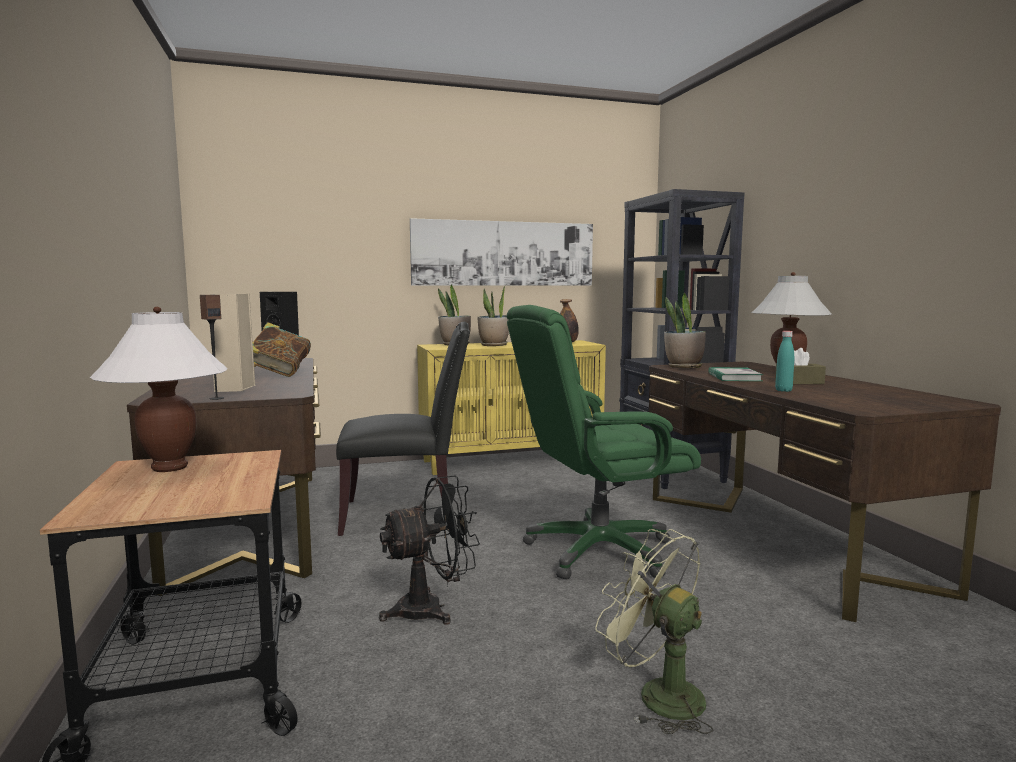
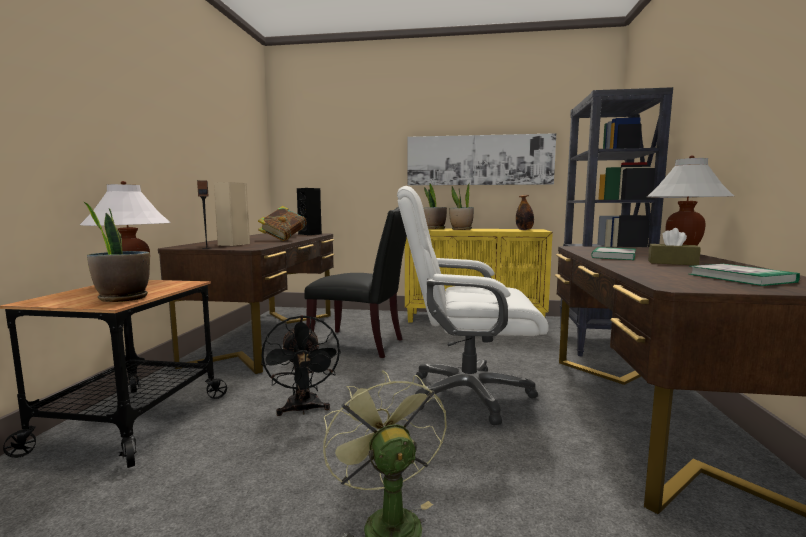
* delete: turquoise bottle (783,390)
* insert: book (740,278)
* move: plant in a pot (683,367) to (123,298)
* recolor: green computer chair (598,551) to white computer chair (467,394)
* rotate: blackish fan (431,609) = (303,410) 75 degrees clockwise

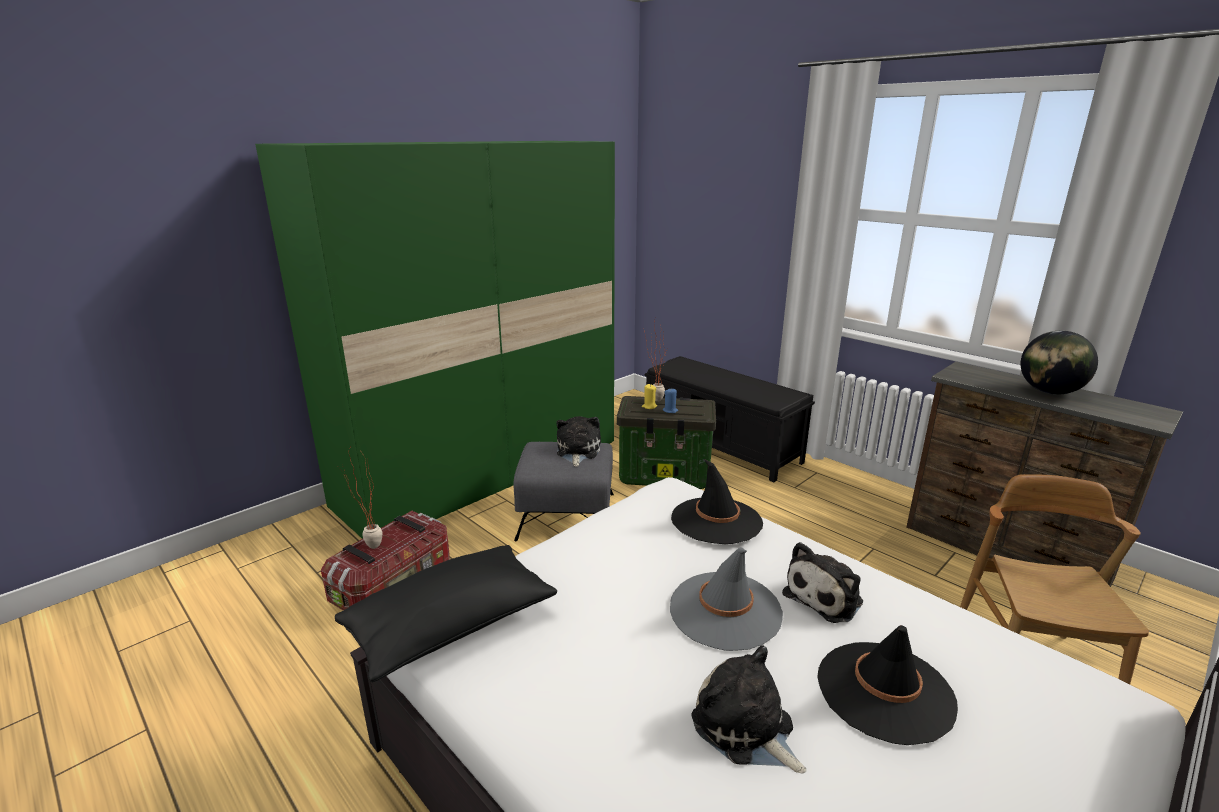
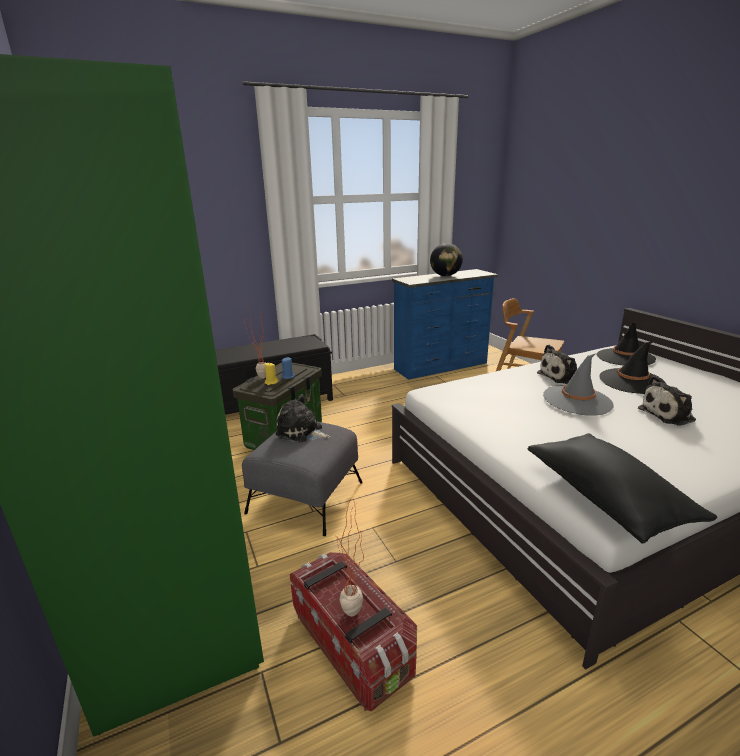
* move: blackish clothing hat (716,520) to (625,358)
* recolor: brown-coloured drawer chest (1004,552) to blue-coloured drawer chest (442,366)
* rotate: soft toy (826,597) = (561,376) 90 degrees clockwise

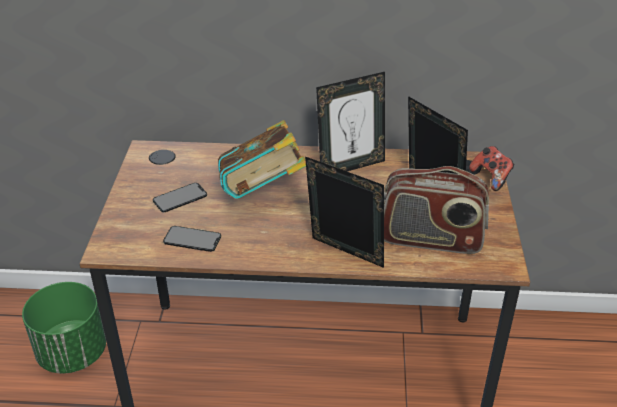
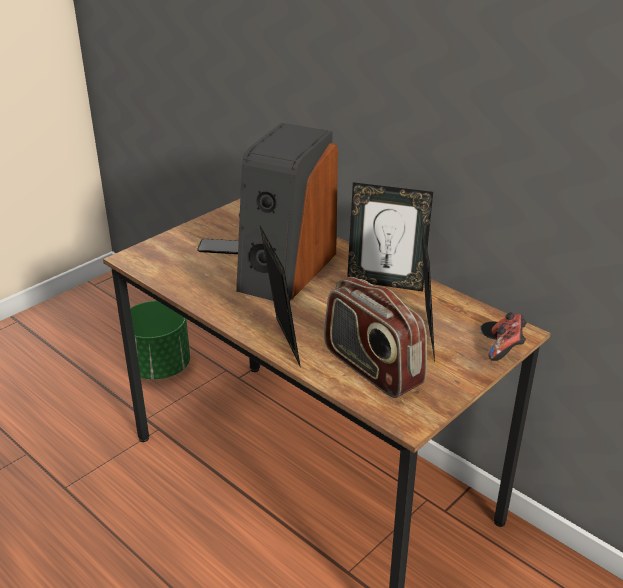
* delete: telephone (192,239)
* replace: book (263,193) to speaker (286,270)

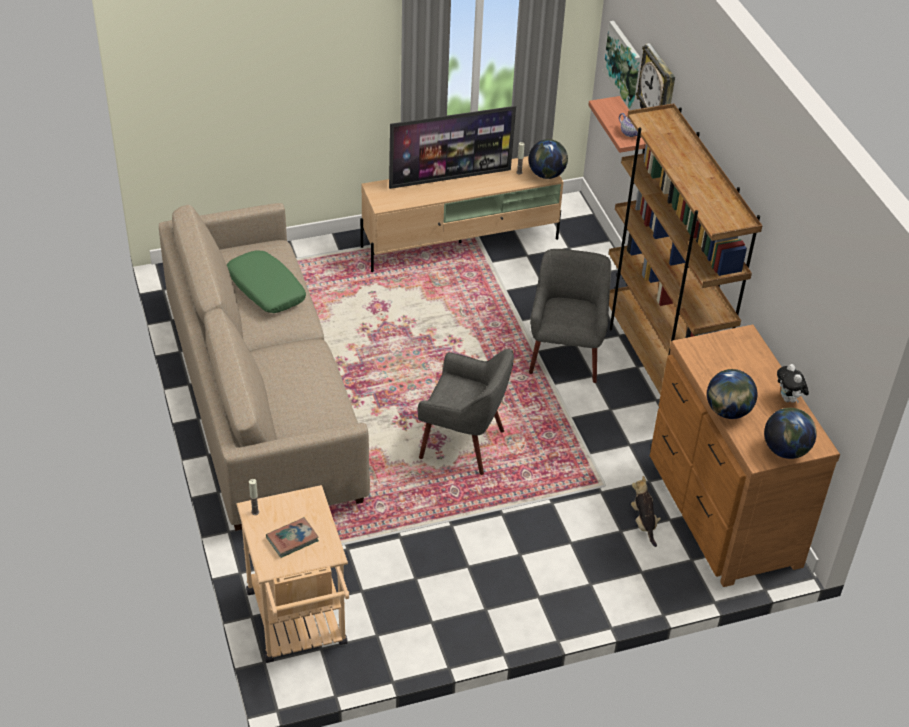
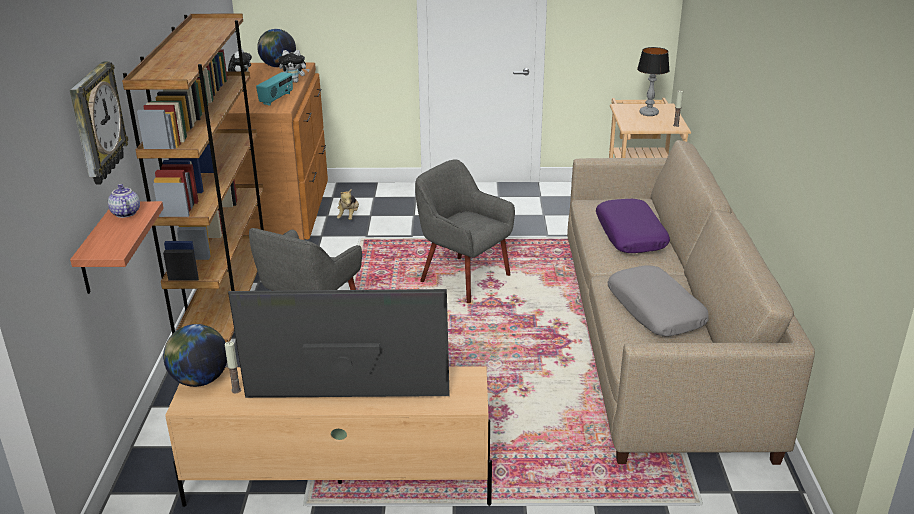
* delete: wall picture (624,64)
* insert: radio set (277,99)
* insert: purple throw pillow (631,235)
* replace: book (292,539) to table lamp (648,113)
* replace: world globe (727,411) to soft toy (295,81)
* recolor: green throw pillow (265,289) to greyish throw pillow (656,310)

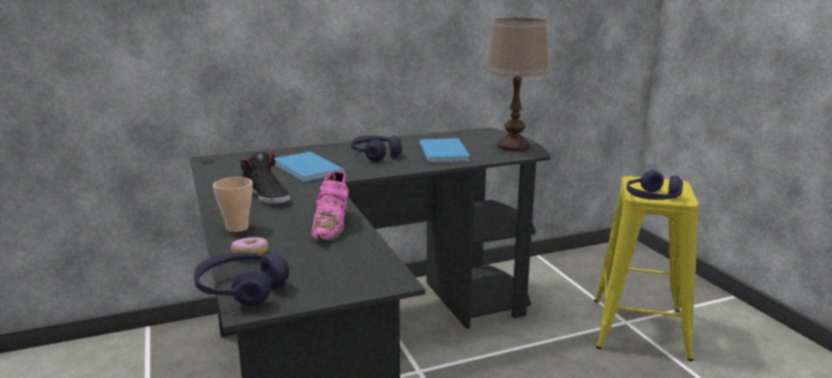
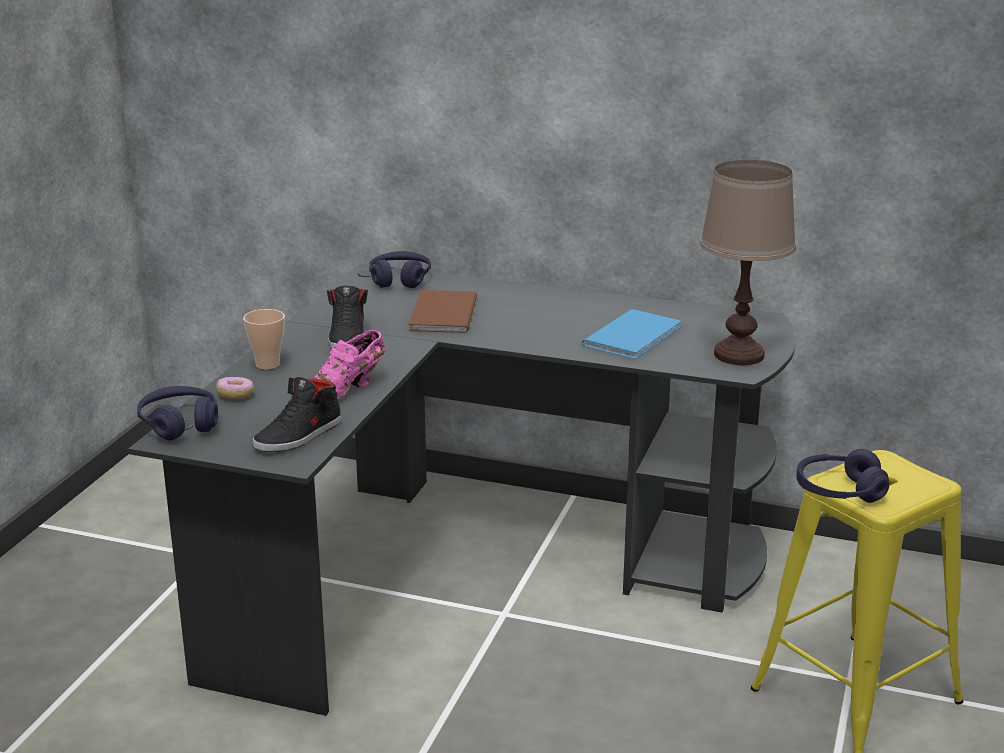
* insert: blackish low shoe (299,436)
* move: purple headphones (376,155) to (400,279)
* recolor: blue-coloured book (307,169) to brown-coloured book (440,314)

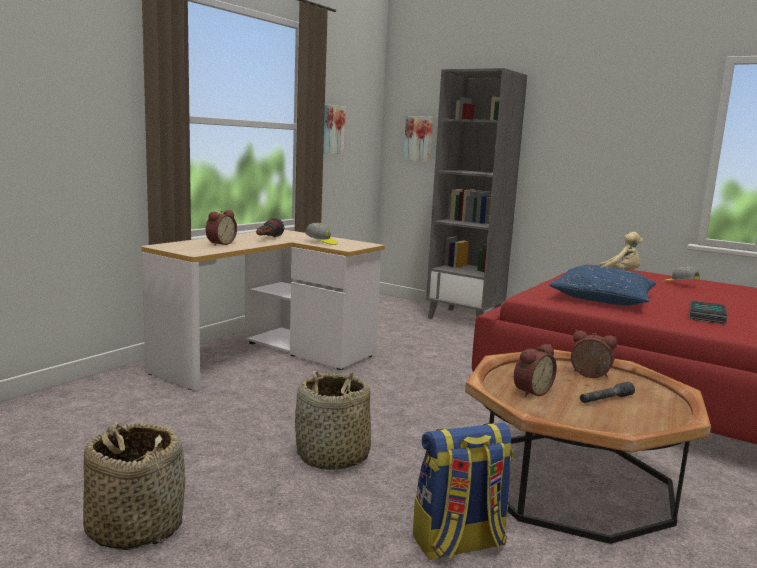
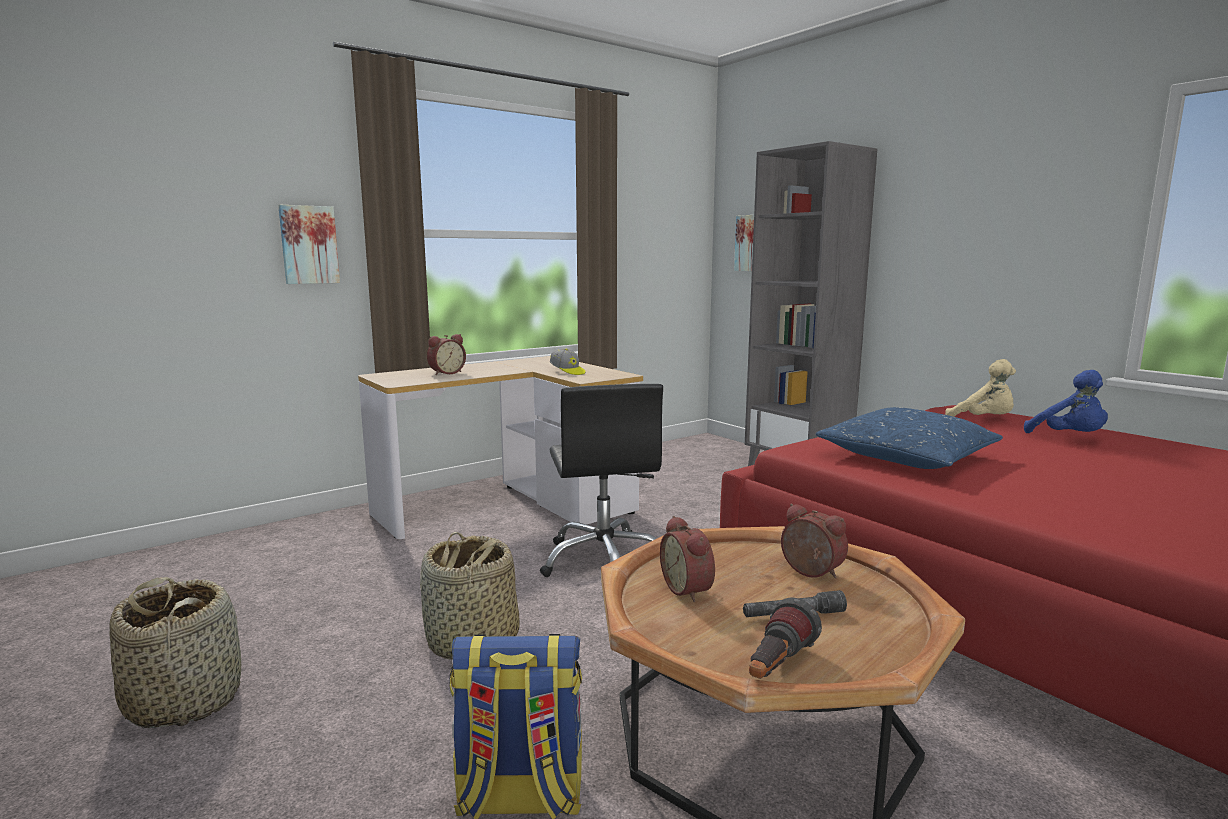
* delete: book (705,316)
* insert: blackish computer chair (604,560)
* move: hand torch (267,239) to (777,668)
* move: wall picture (331,129) to (309,245)
* replace: cap (679,283) to blue-coloured soft toy (1070,438)
* rotate: table clock (530,391) = (689,589) 90 degrees clockwise

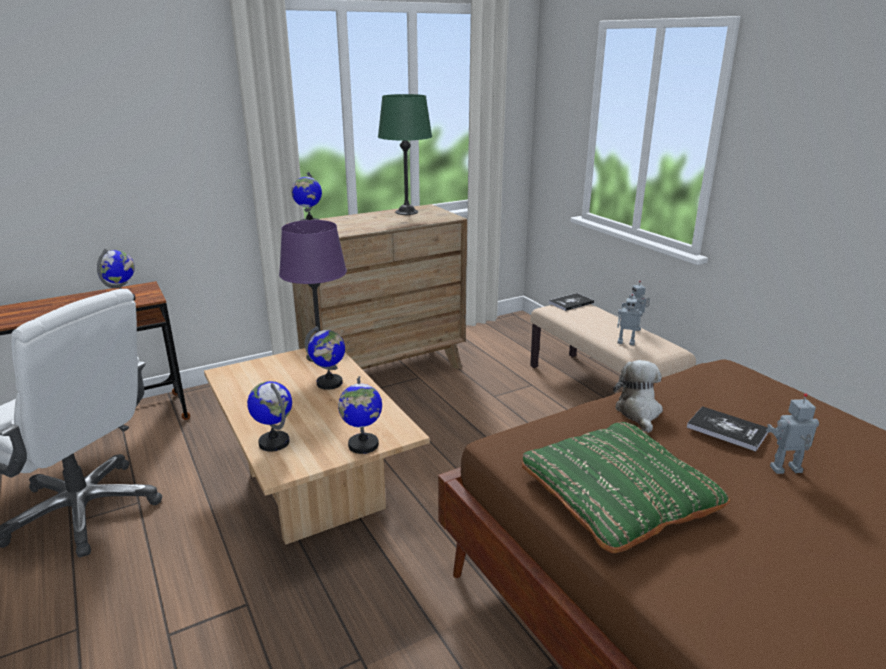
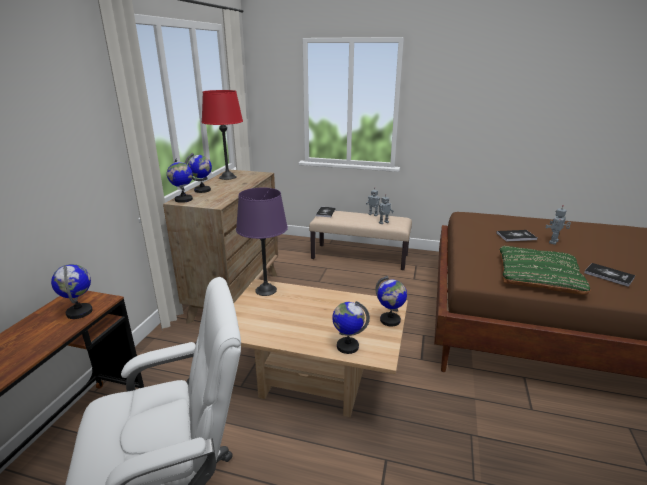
* delete: soft toy (639,412)
* insert: book (609,275)
* move: world globe (329,383) to (202,190)
* recolor: green table lamp (406,212) to reddish table lamp (228,177)

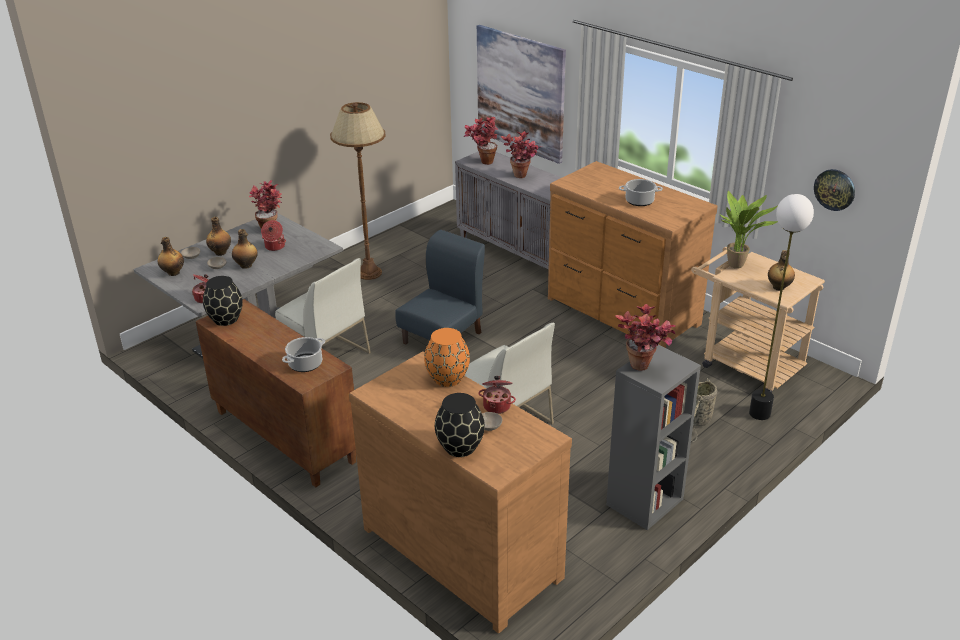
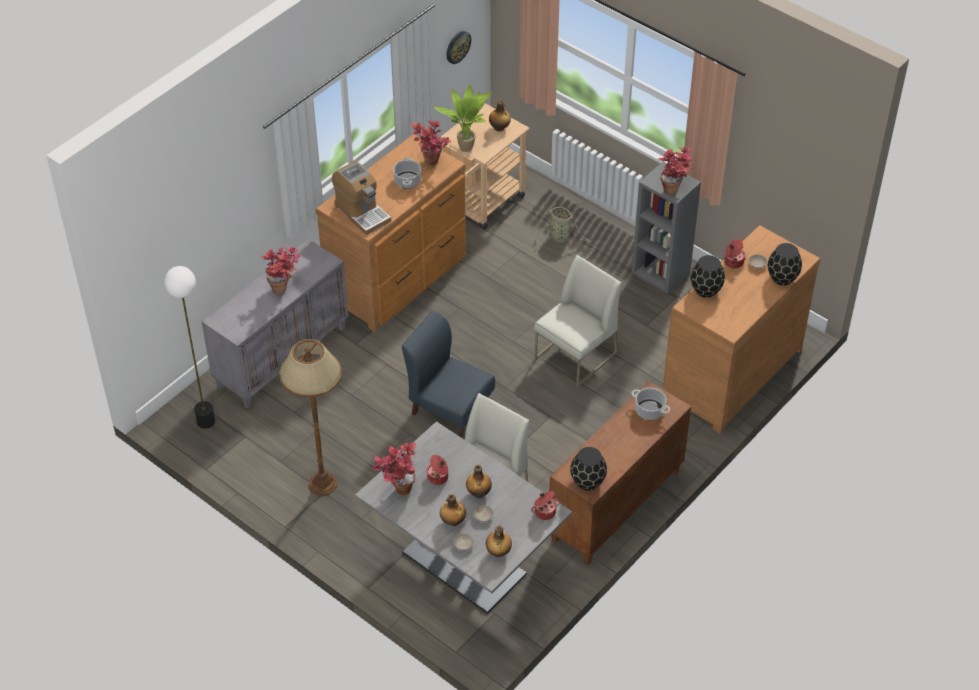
* delete: wall picture (520,93)
* insert: coffee brewer (362,212)
* move: plant in a pot (482,162) to (432,164)
* move: standard lamp (760,413) to (205,421)
* recolor: orange flower vase (447,379) to blackish flower vase (706,290)

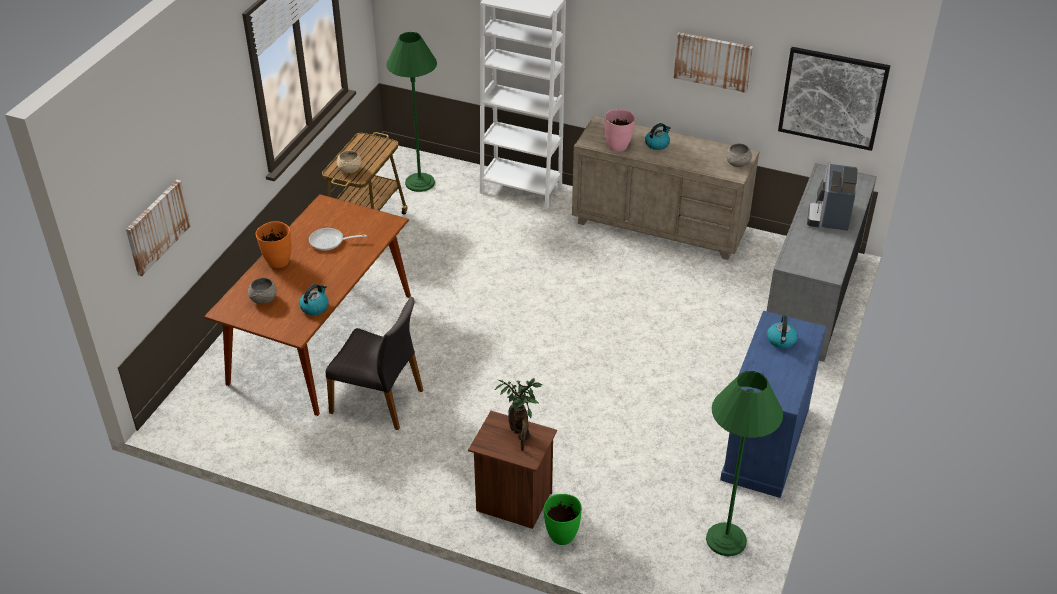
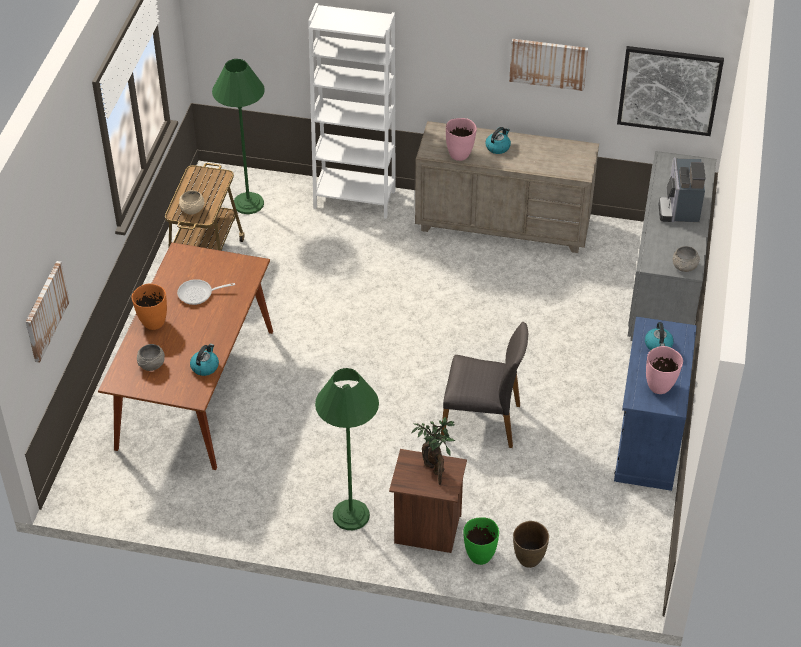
* insert: brown-coloured flower vase (529,560)
* insert: pink flower vase (660,386)
* move: greyish plain chair (378,400) to (482,421)
* move: green standard lamp (726,539) to (351,515)
* move: greyish bowl (738,163) to (685,266)

